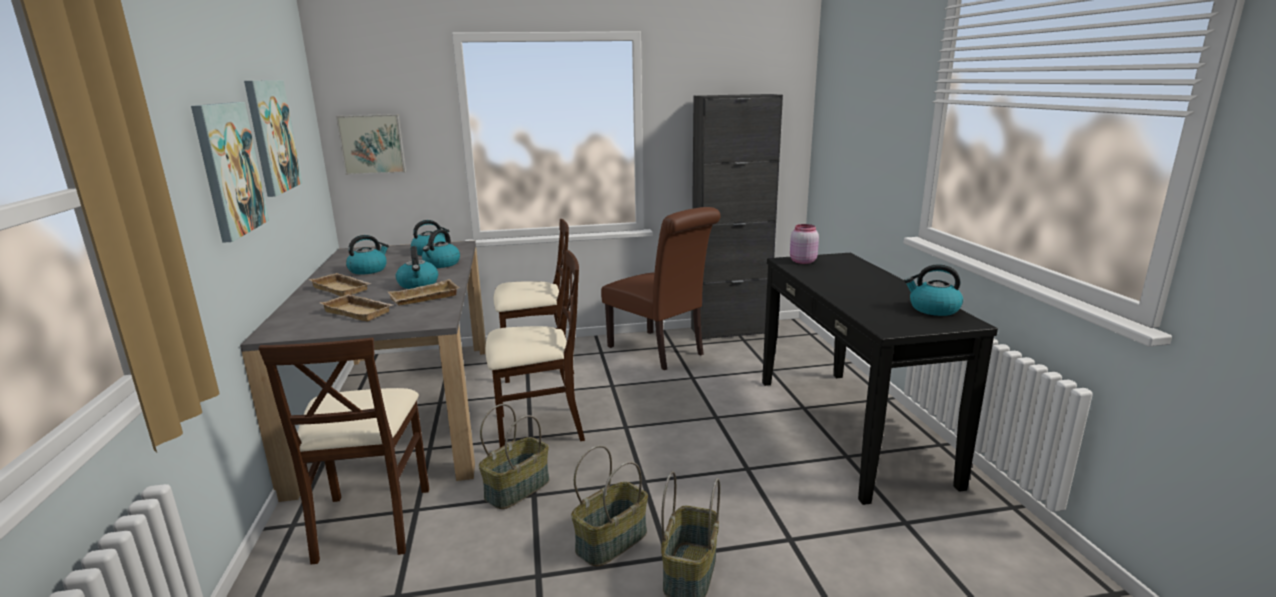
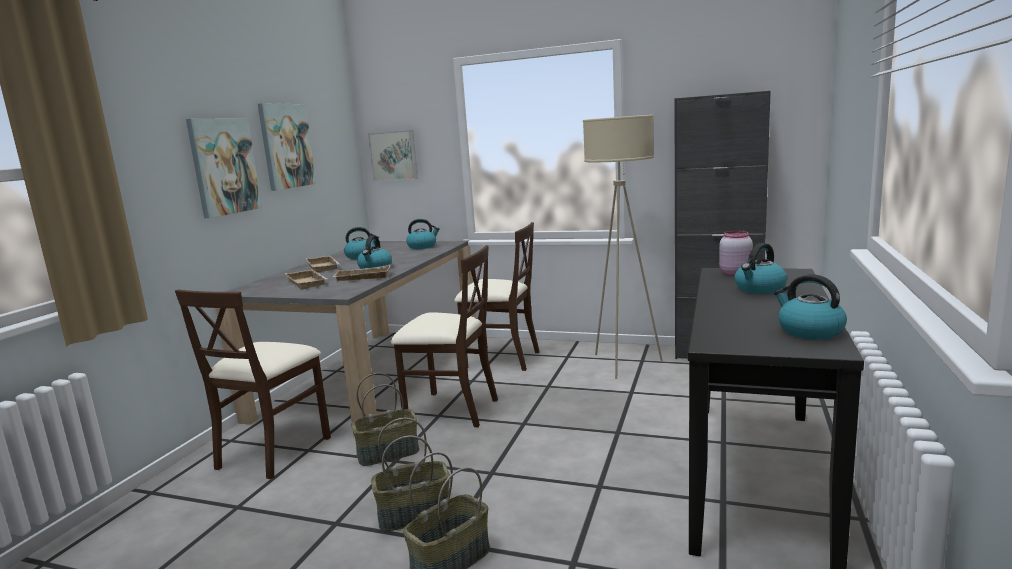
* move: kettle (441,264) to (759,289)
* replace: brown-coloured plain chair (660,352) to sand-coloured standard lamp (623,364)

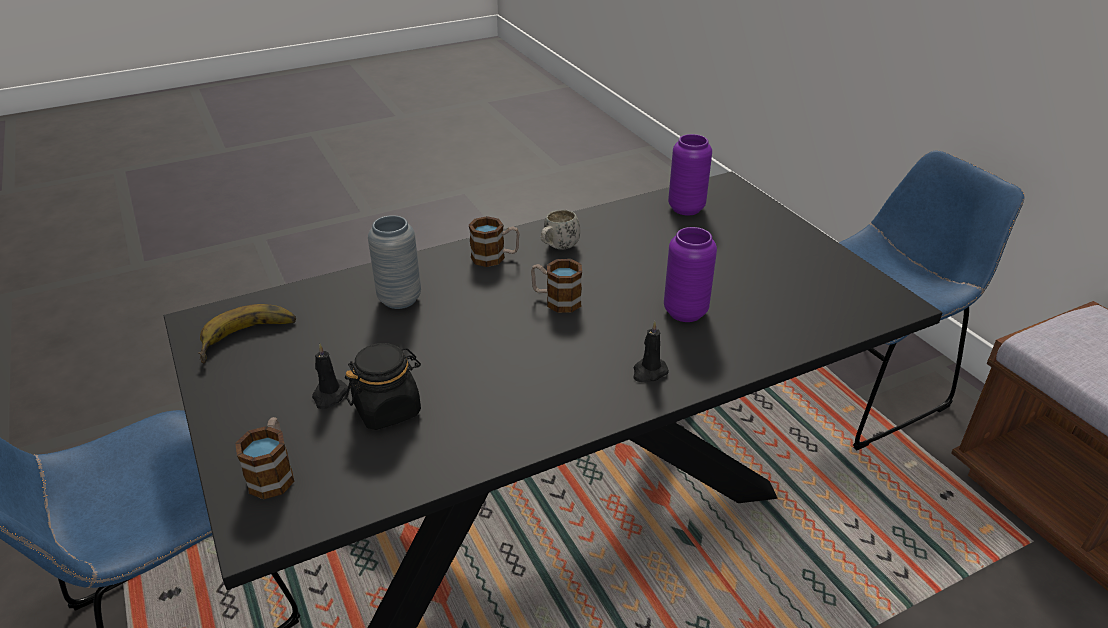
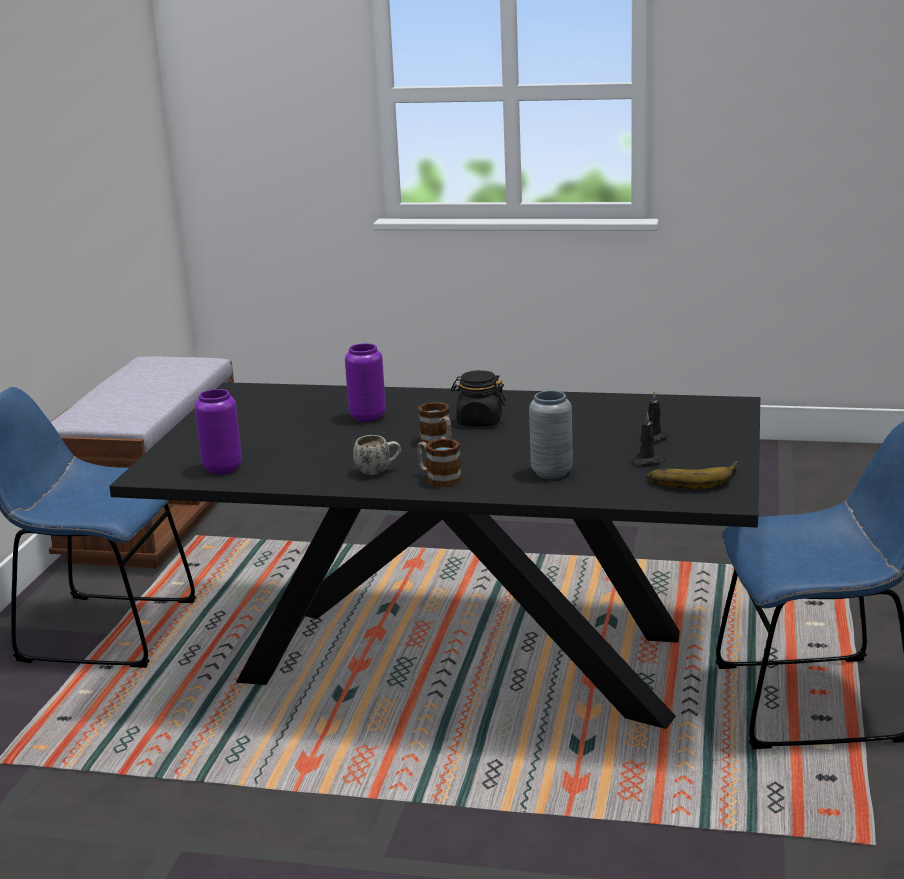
* delete: mug (273,473)
* move: blackish jar (388,409) to (479,421)
* move: blackish candle (649,372) to (648,462)

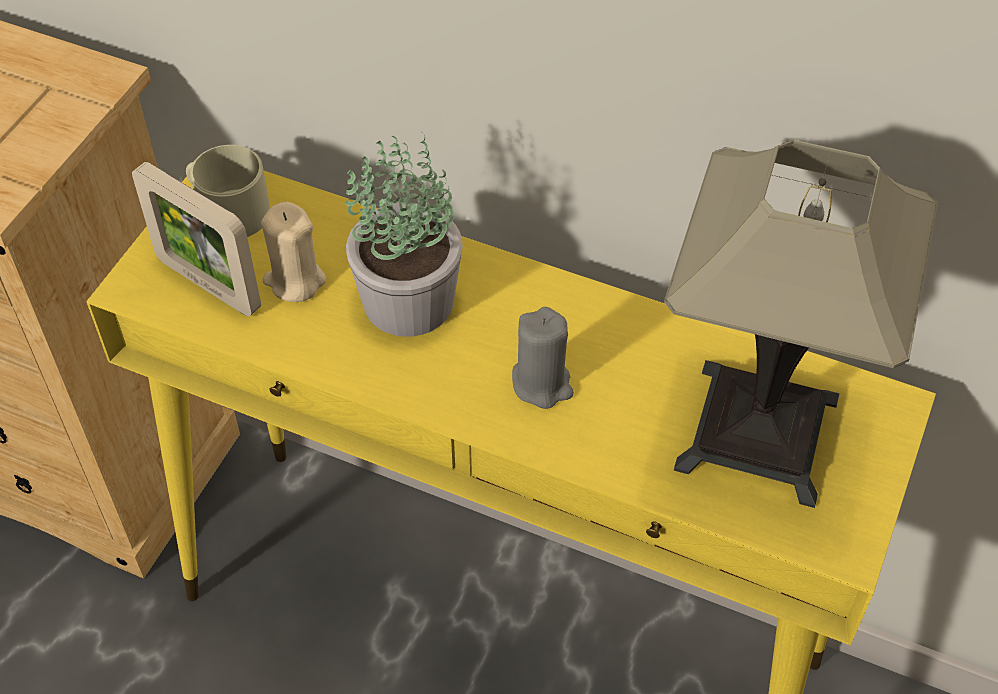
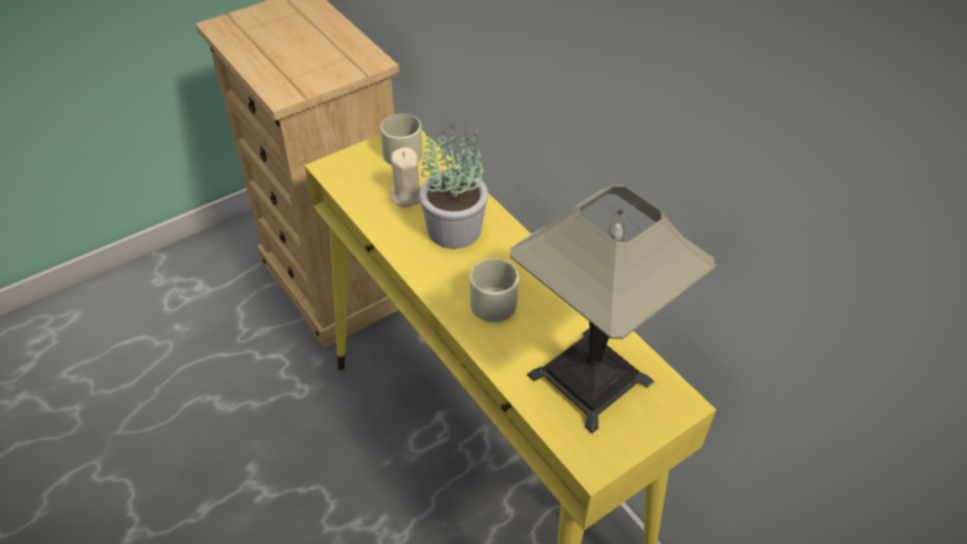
* delete: standing frame (208,284)
* replace: greyish candle (542,383) to sand-coloured mug (491,299)

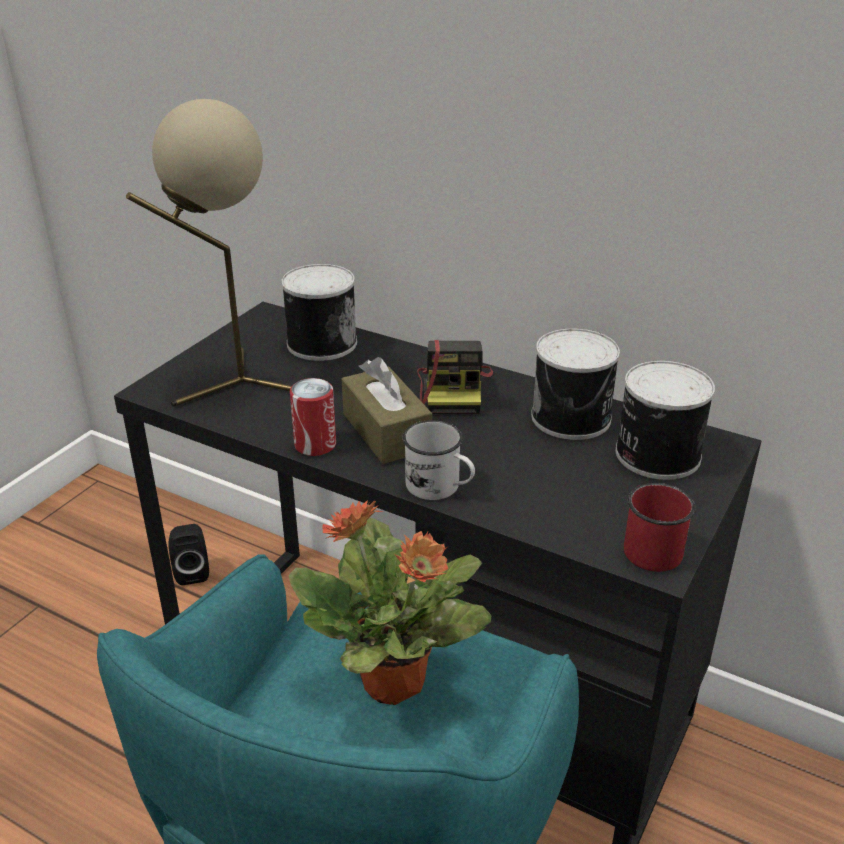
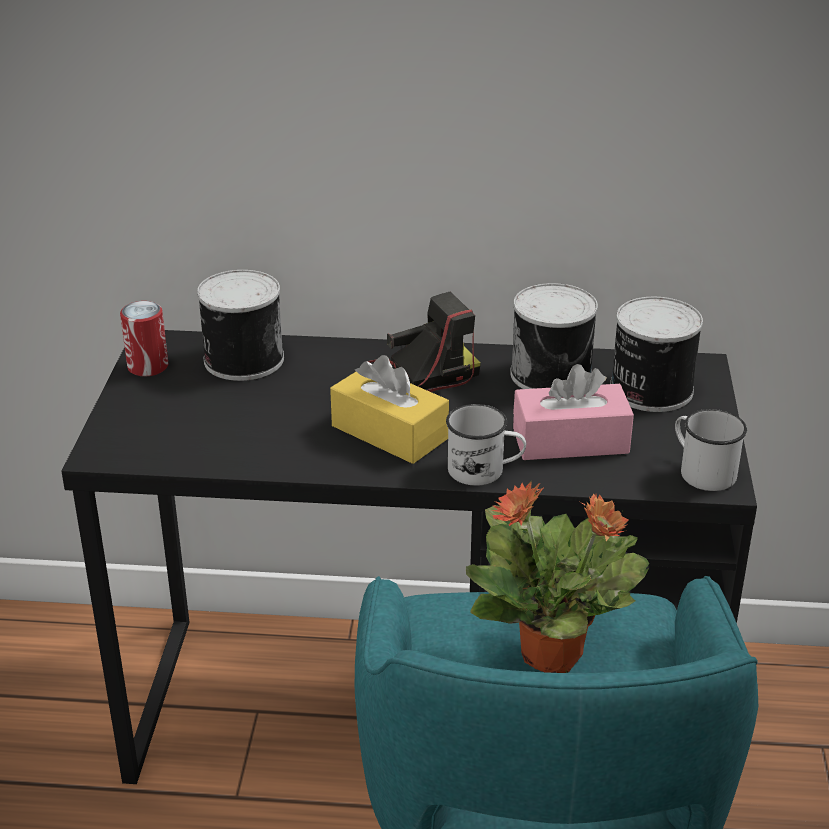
* delete: sand-coloured table lamp (233,384)
* delete: blackish speaker (192,571)
* insert: pink tissue box (570,441)
* move: metal can (315,445) to (148,366)
* recolor: brown-coloured tissue box (386,431) to yellow tissue box (389,432)
* recolor: reddish mug (648,546) to white mug (701,471)
* rotate: still camera (454,390) = (421,375) 90 degrees counterclockwise

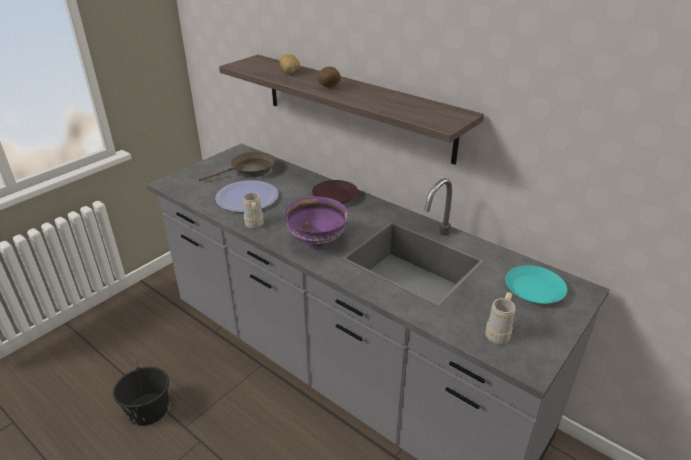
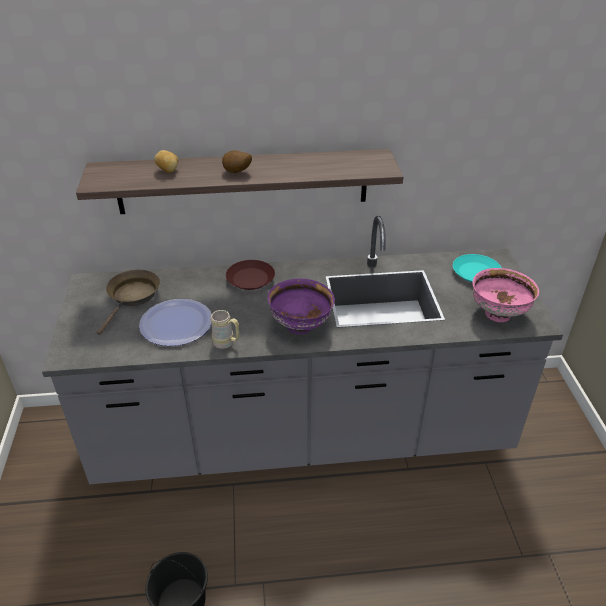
* replace: sand-coloured mug (499,332) to pink bowl (497,313)

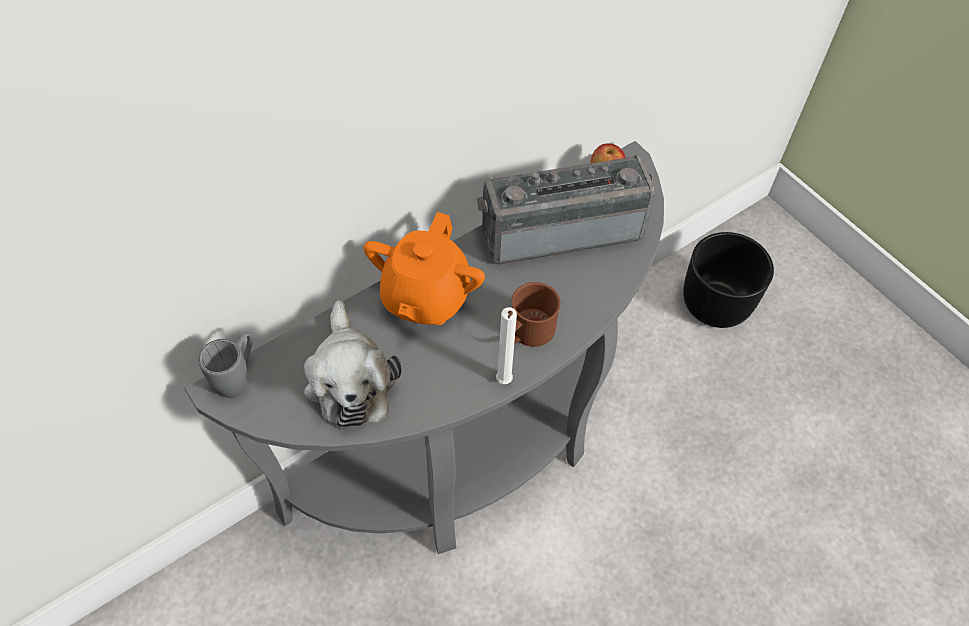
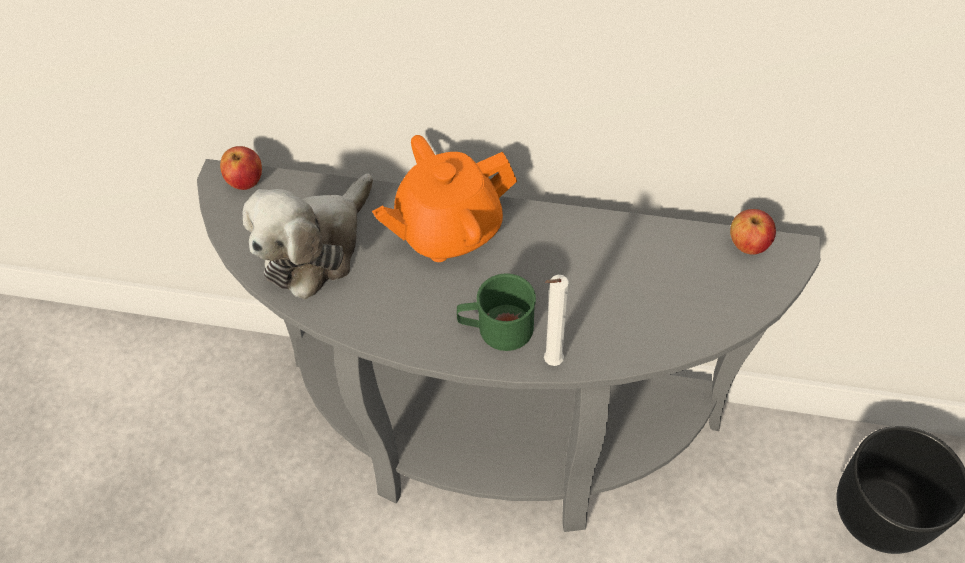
* delete: radio set (560,228)
* move: white candle (503,383) to (550,363)
* replace: greyish mug (239,378) to apple fruit (246,181)
* recolor: brown-coloured mug (527,333) to green mug (496,328)

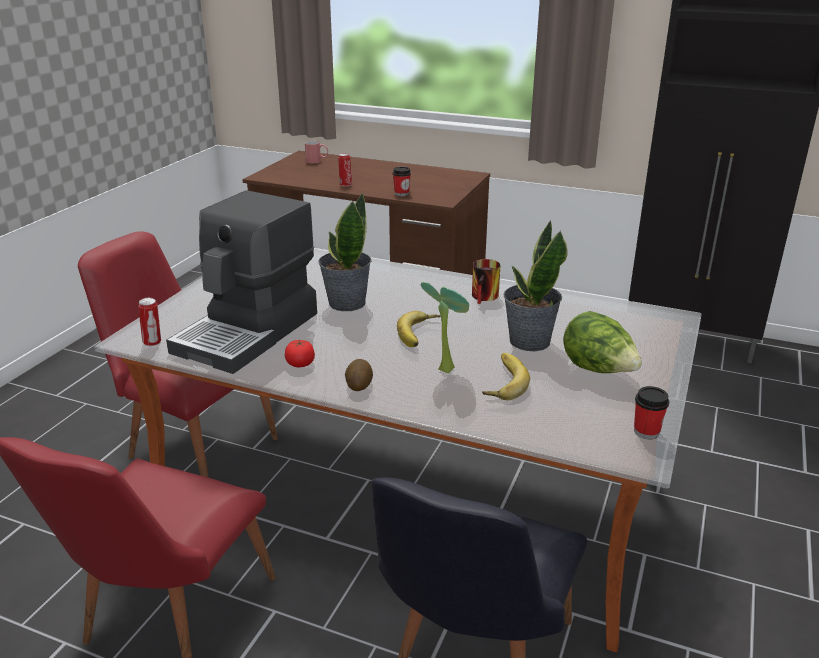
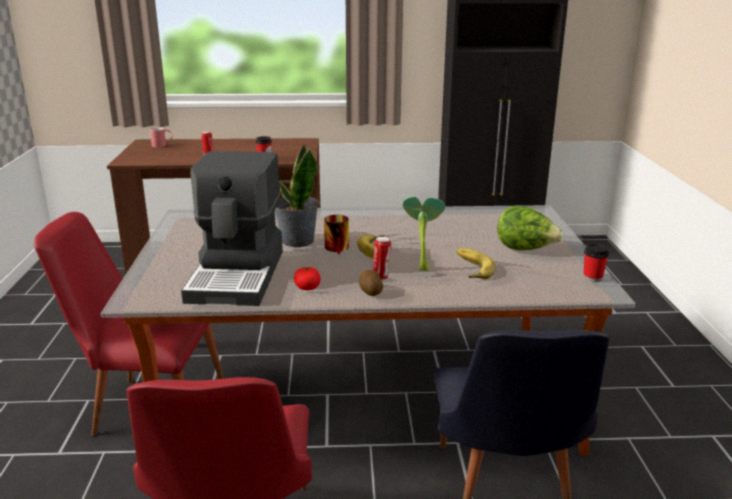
* delete: plant in a pot (529,341)
* move: metal can (153,342) to (381,277)
* move: mug (486,297) to (339,248)

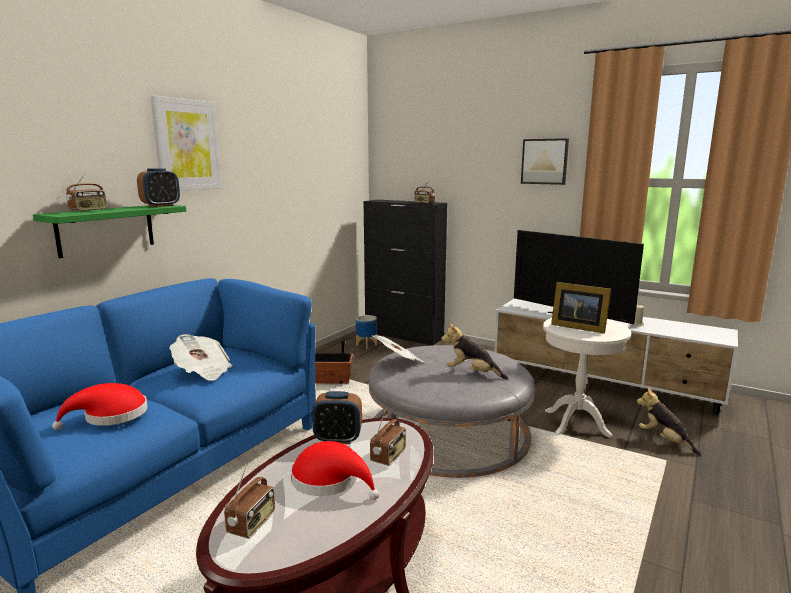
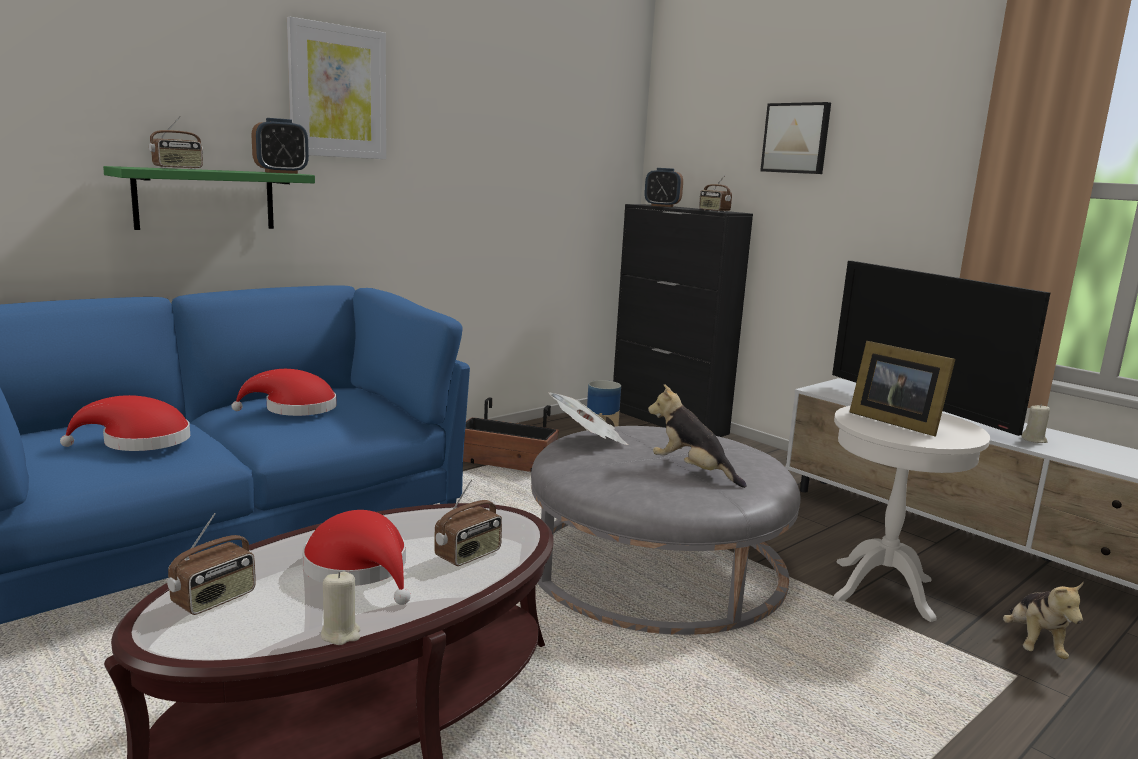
* insert: sand-coloured candle (341,634)
* move: table clock (338,439) to (662,206)
* move: wall picture (544,161) to (796,138)
* replace: printed paper (202,371) to reddish clothing hat (294,409)
* rotate: soft toy (664,440) = (1033,644) 150 degrees counterclockwise

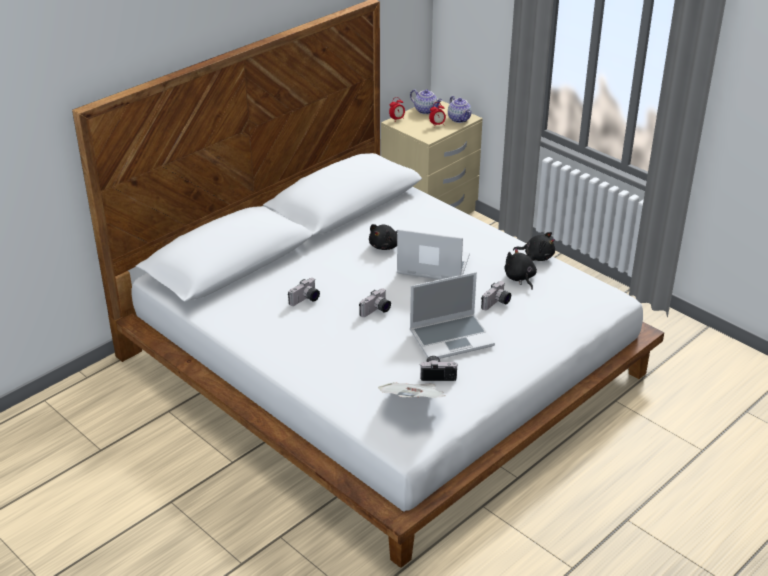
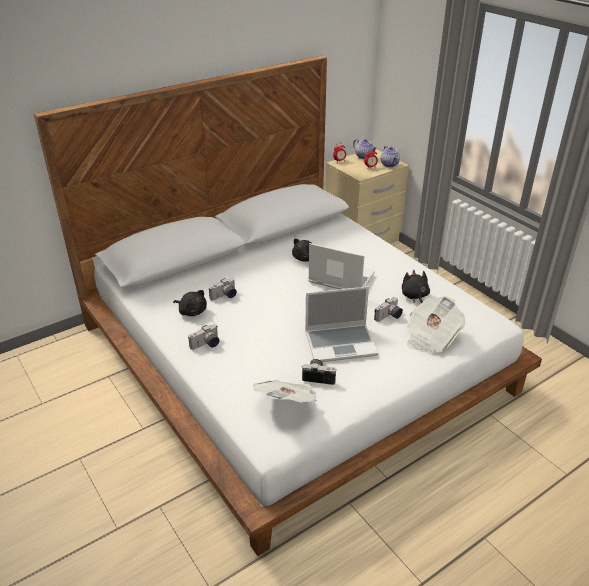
* insert: printed paper (431,337)
* move: still camera (376,311) to (206,345)
* move: blackish soft toy (536,256) to (192,311)

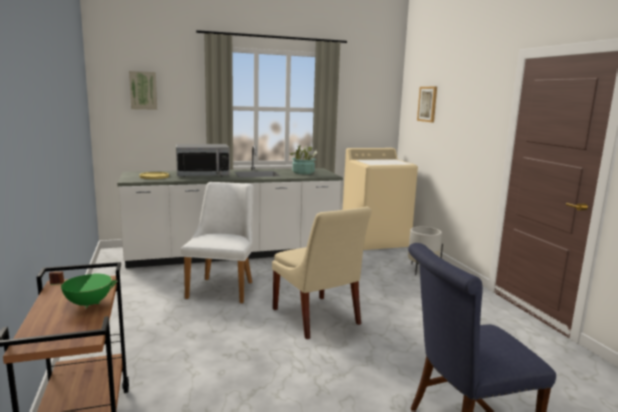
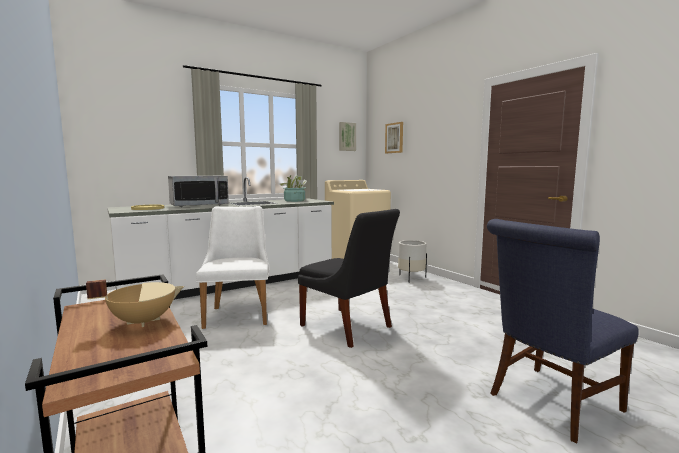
* move: wall picture (143,90) to (347,136)
* recolor: green stockpot (88,303) to sand-coloured stockpot (143,321)
* recolor: sand-coloured plain chair (317,318) to blackish plain chair (348,327)

